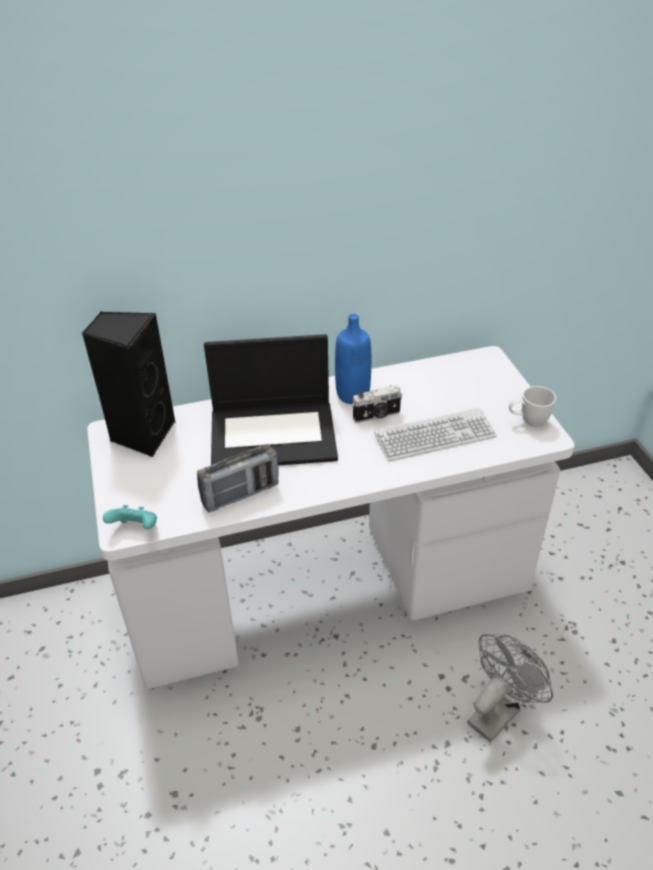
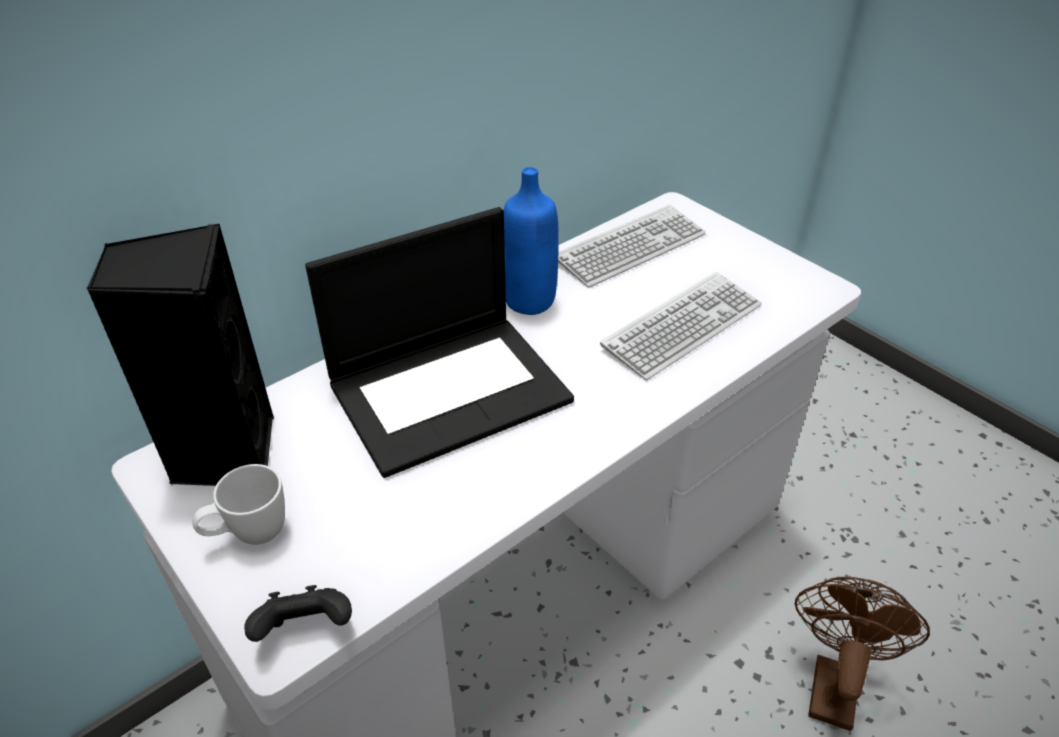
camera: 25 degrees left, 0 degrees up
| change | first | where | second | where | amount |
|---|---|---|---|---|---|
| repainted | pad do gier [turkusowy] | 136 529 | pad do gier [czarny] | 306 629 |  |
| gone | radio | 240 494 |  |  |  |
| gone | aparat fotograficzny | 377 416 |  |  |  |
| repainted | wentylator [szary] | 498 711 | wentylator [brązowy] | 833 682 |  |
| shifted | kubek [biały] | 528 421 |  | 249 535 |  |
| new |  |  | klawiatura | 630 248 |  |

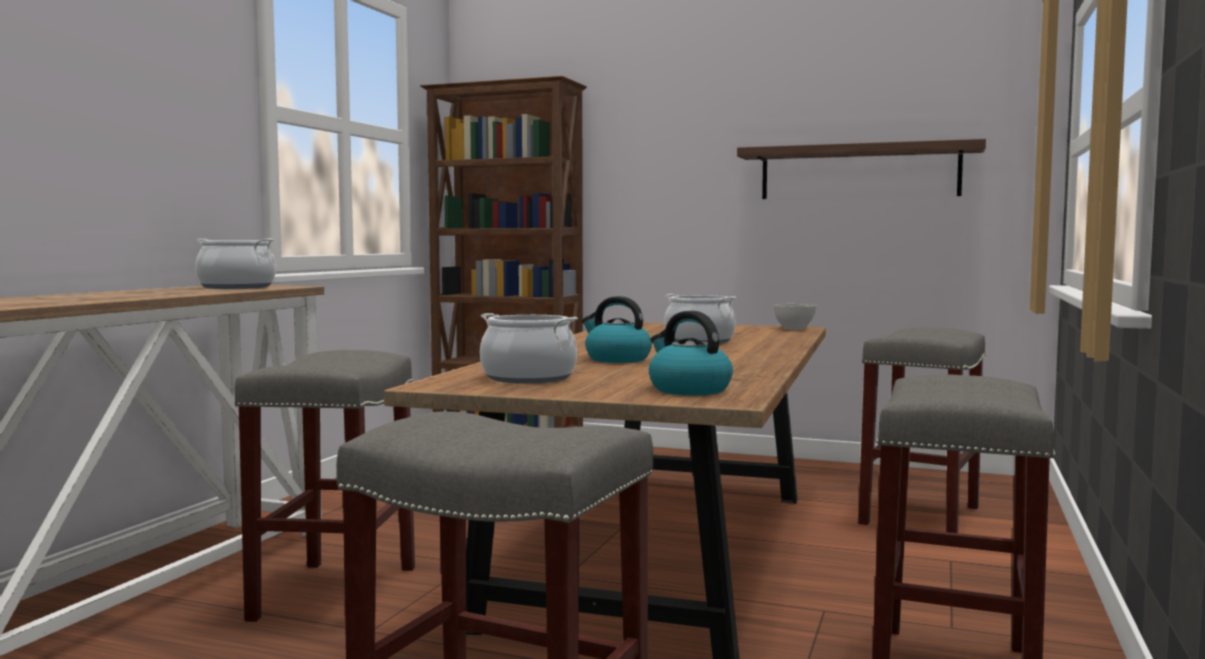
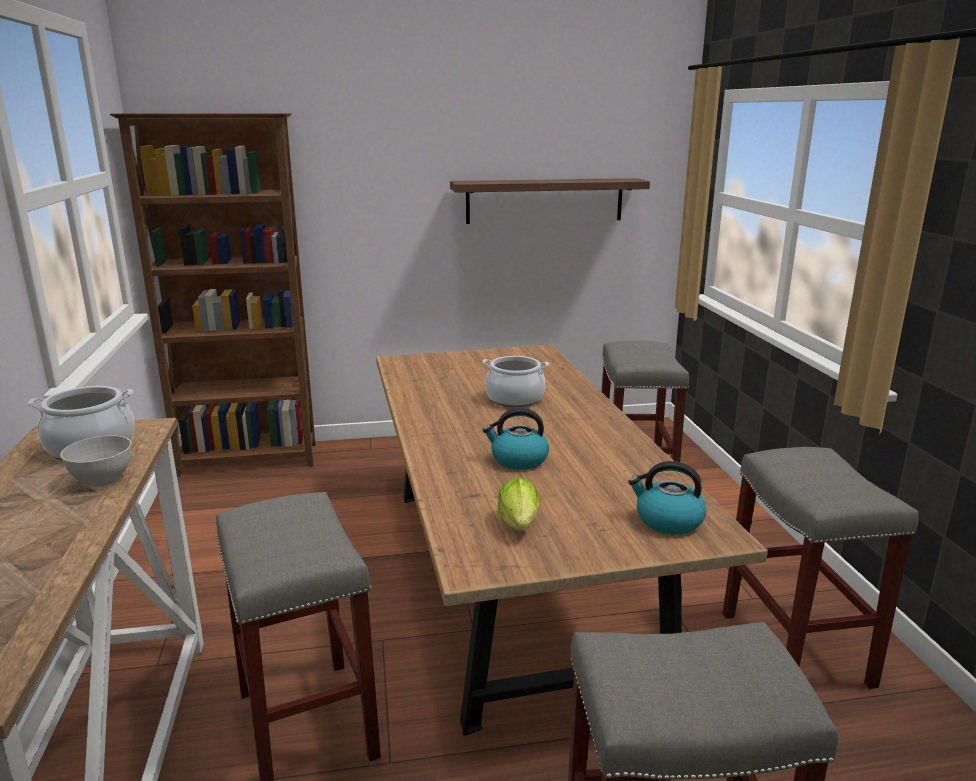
camera: 30 degrees left, 15 degrees up
| change | first | where | second | where | amount |
|---|---|---|---|---|---|
| swapped | garnek | 529 378 | sałata | 519 526 |  |
| shifted | miska [szary] | 794 328 |  | 102 480 |  |

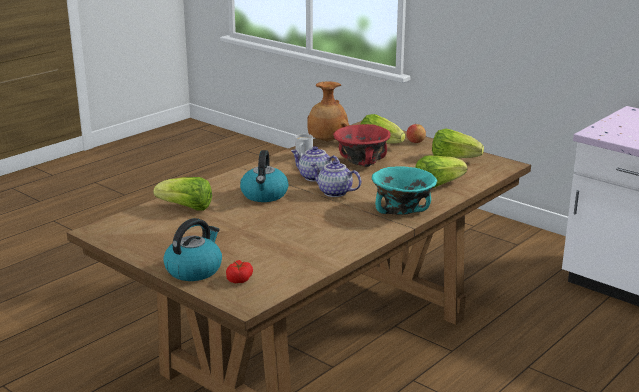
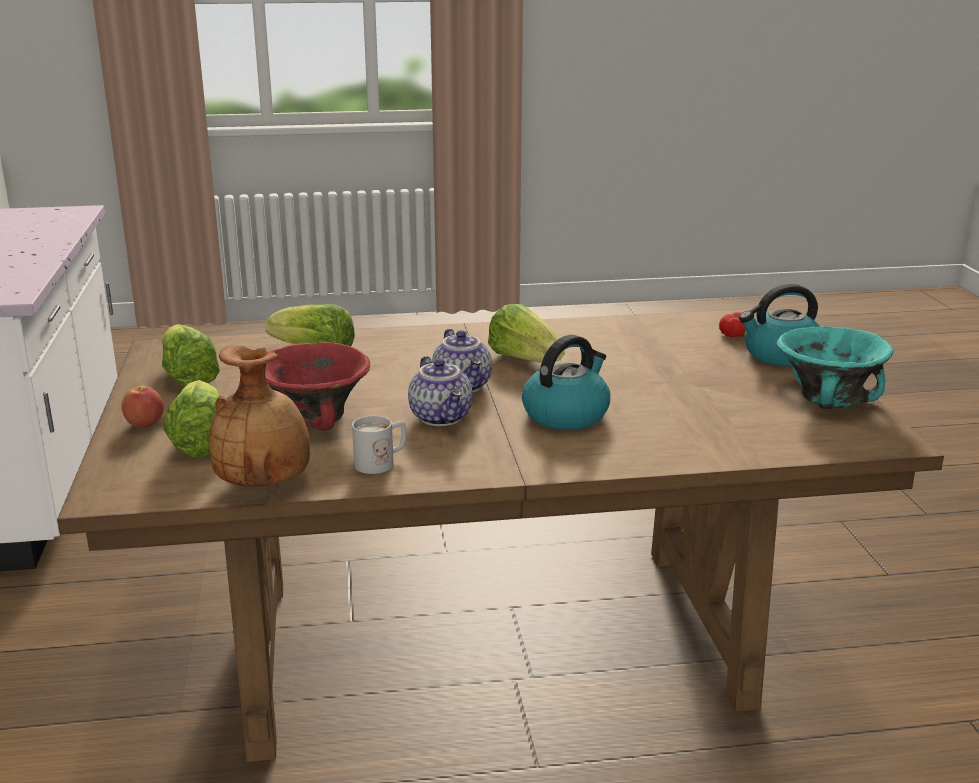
camera: 140 degrees left, 0 degrees up
| change | first | where | second | where | amount |
|---|---|---|---|---|---|
| shifted | sałata | 186 208 |  | 525 360 |  |
| shifted | miska [turkusowy] | 402 210 |  | 828 398 |  |

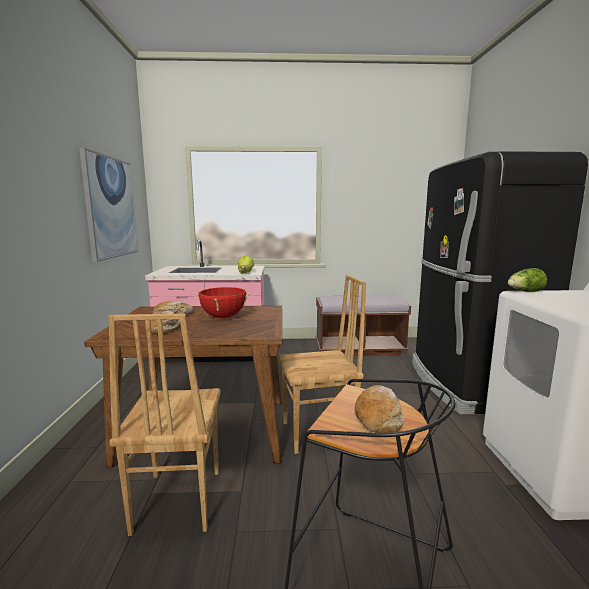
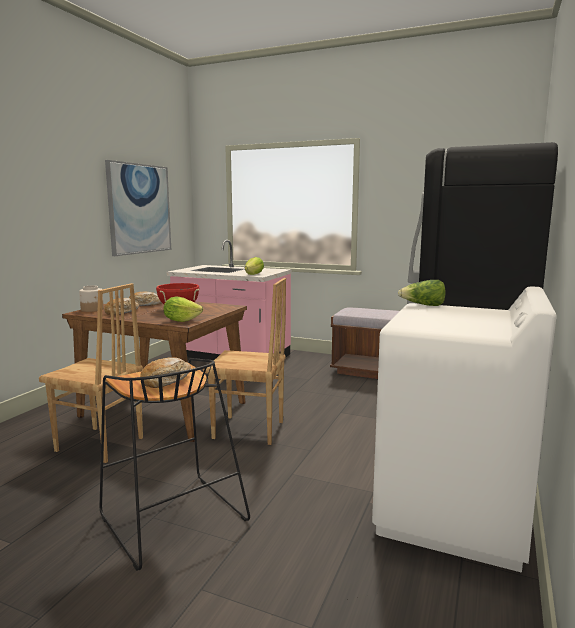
camera: 25 degrees right, 0 degrees up
| change | first | where | second | where | amount |
|---|---|---|---|---|---|
| rotated | krzesło [brązowy] | 176 501 |  | 99 445 | 90 degrees counterclockwise |
| new |  |  | słoik | 92 309 |  |
| new |  |  | sałata | 181 320 |  |

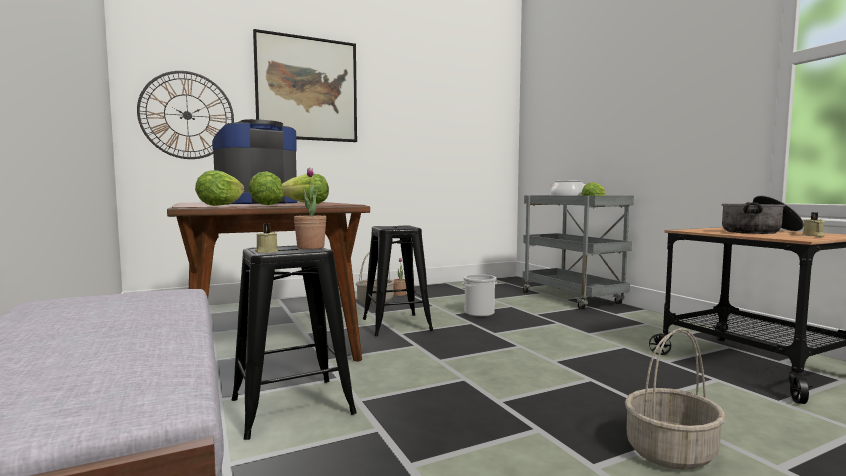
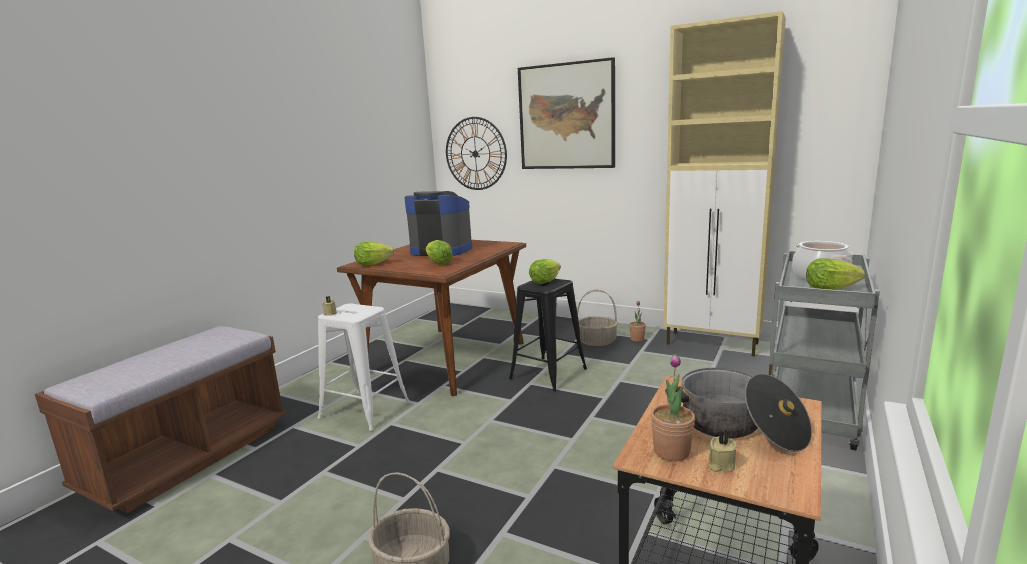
camera: 55 degrees right, 10 degrees up
| change | first | where | second | where | amount |
|---|---|---|---|---|---|
| repainted | stołek [czarny] | 293 406 | stołek [biały] | 365 410 |  |
| shifted | sałata | 267 205 |  | 544 281 |  |
| shifted | roślina doniczkowa | 310 248 |  | 671 452 |  |
| gone | wiadro | 479 313 |  |  |  |
| new |  |  | szafka [beżowy] | 713 344 |  |

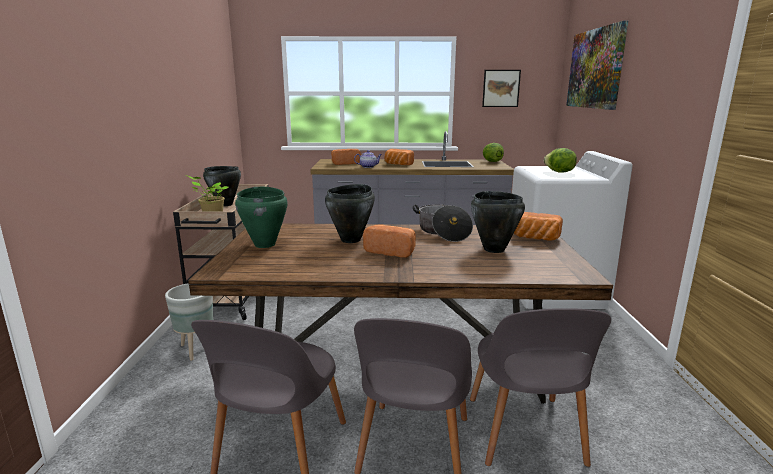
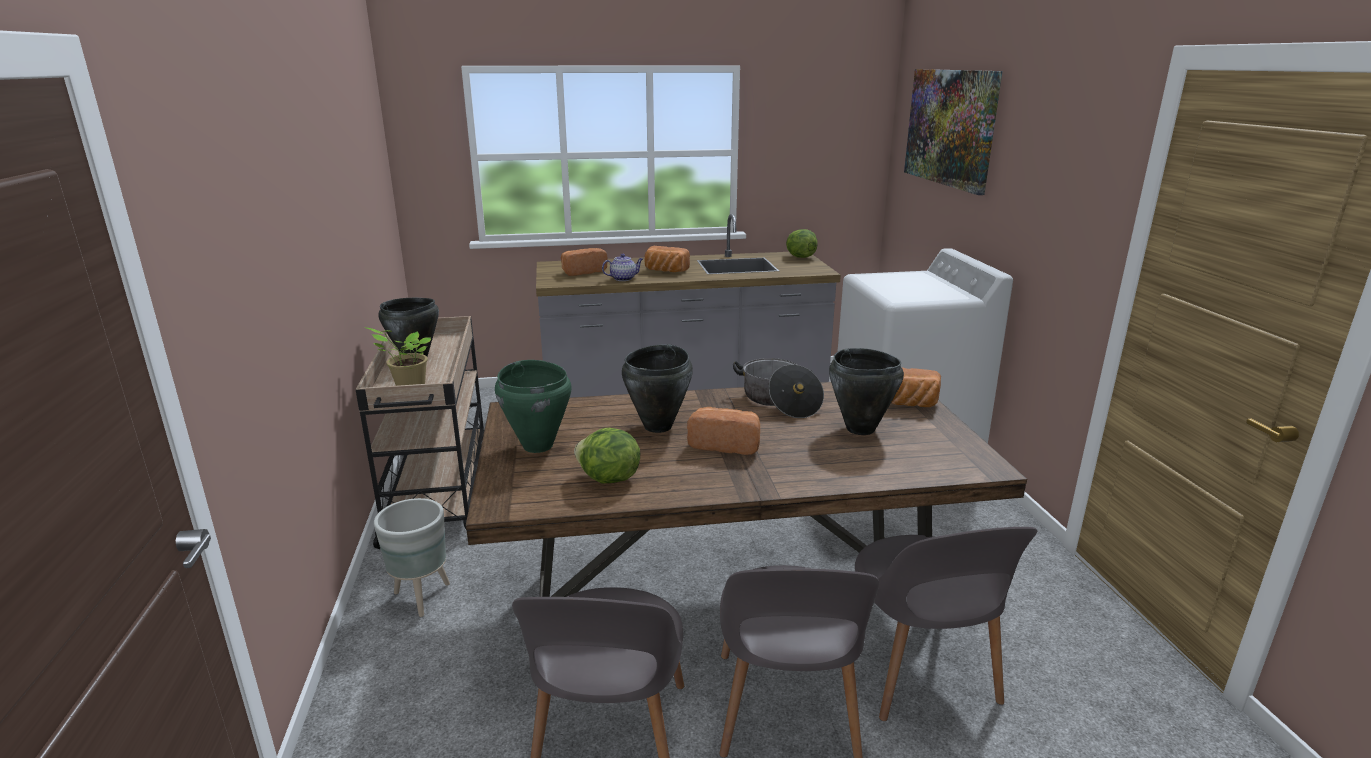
camera: 10 degrees left, 5 degrees up
| change | first | where | second | where | amount |
|---|---|---|---|---|---|
| gone | obraz | 501 88 |  |  |  |
| shifted | sałata | 559 172 |  | 608 479 |  |

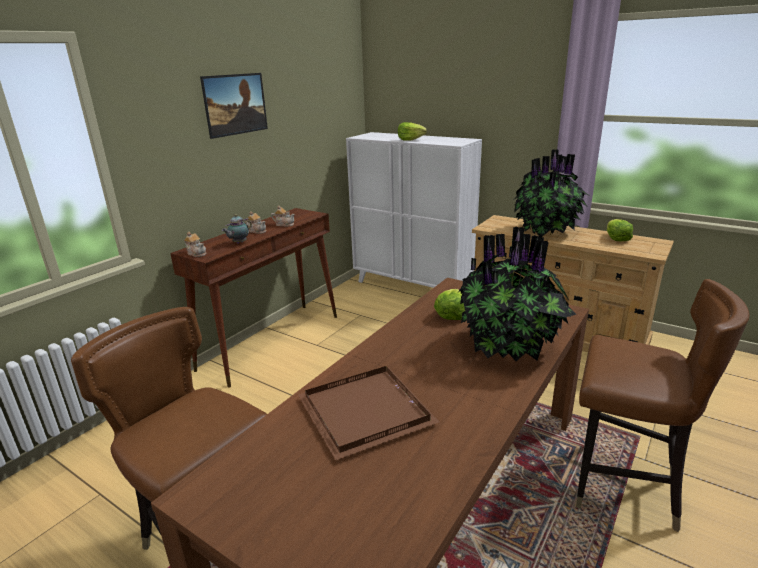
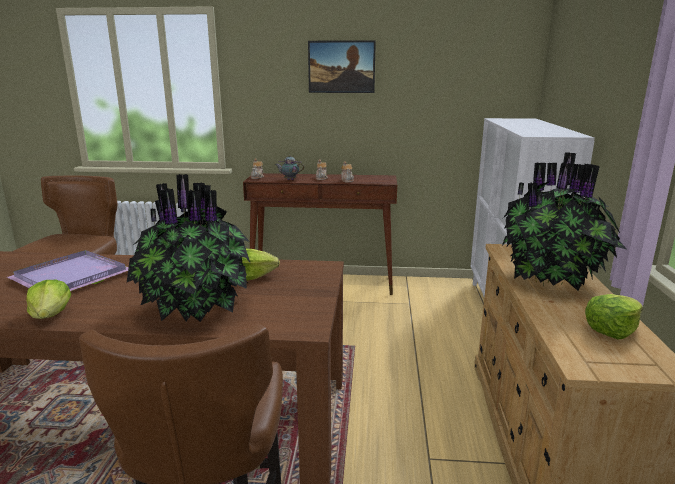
camera: 60 degrees right, 5 degrees down
| change | first | where | second | where | amount |
|---|---|---|---|---|---|
| repainted | taca [brązowy] | 368 412 | taca [fioletowy] | 71 277 |  |
| shifted | sałata | 410 140 |  | 51 315 |  |

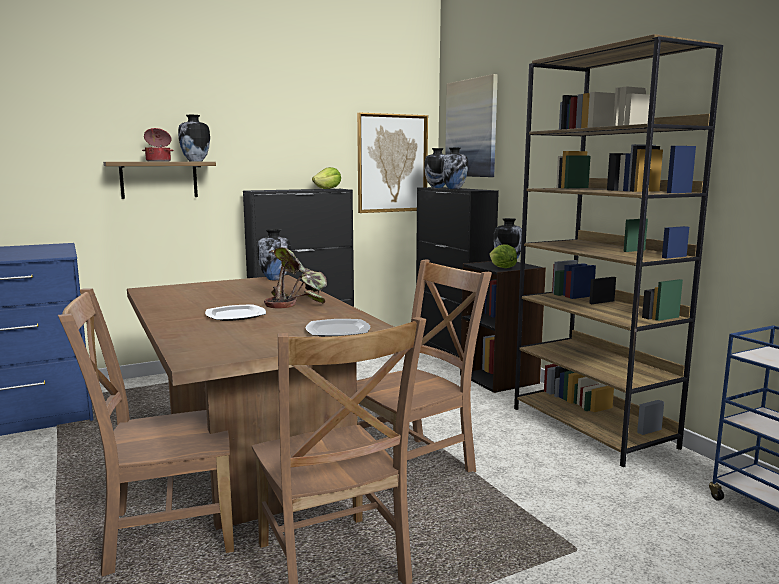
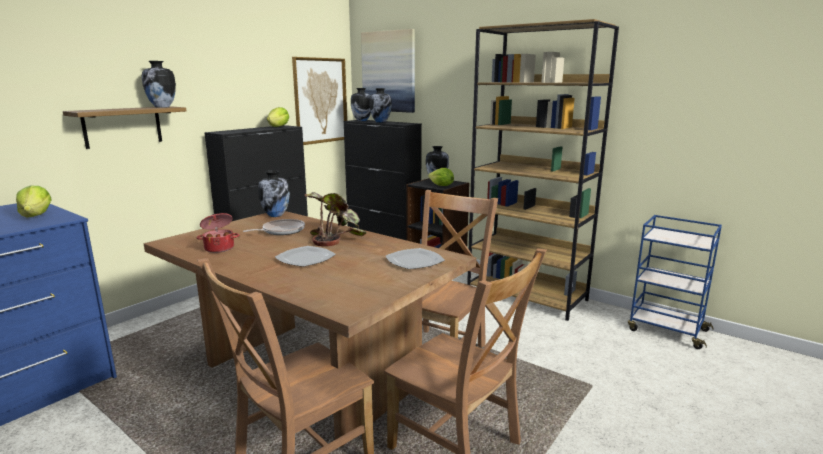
camera: 25 degrees left, 5 degrees up
| change | first | where | second | where | amount |
|---|---|---|---|---|---|
| shifted | garnek | 159 161 |  | 219 248 |  |
| new |  |  | sałata | 36 215 |  |
| new |  |  | patelnia | 281 231 |  |

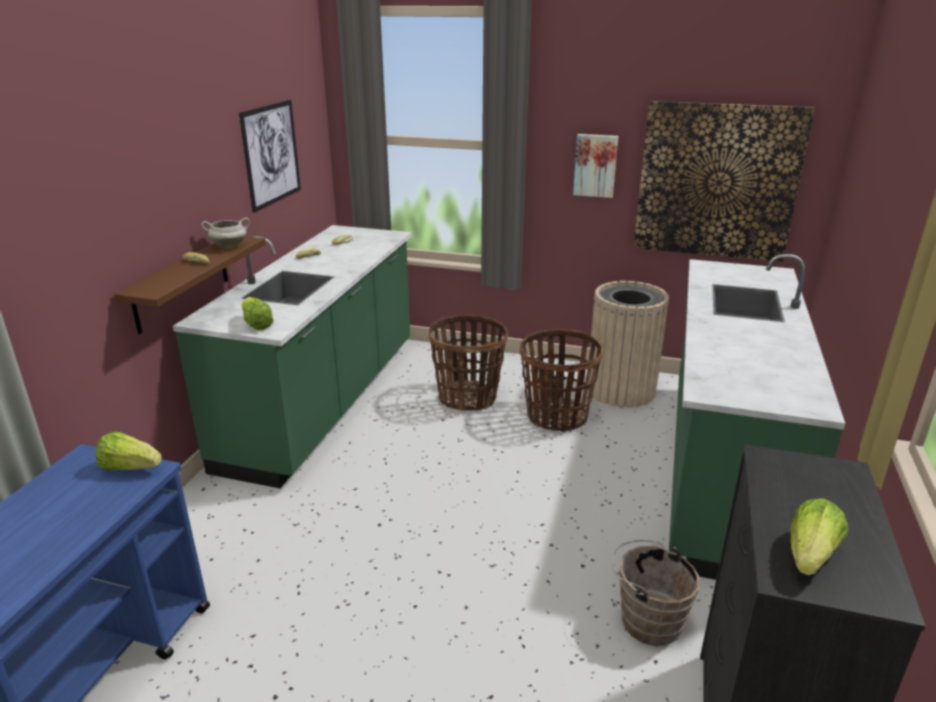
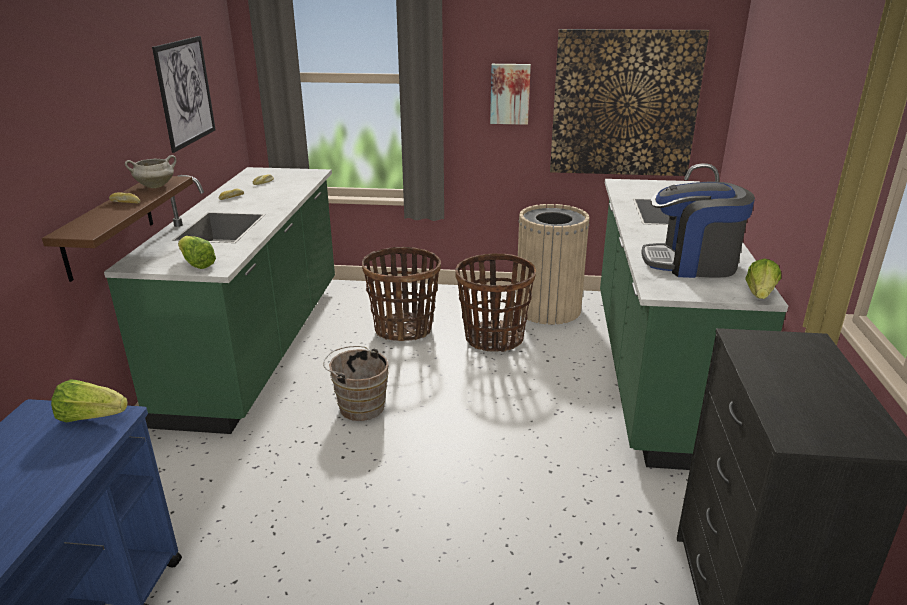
camera: 10 degrees left, 0 degrees up
| change | first | where | second | where | amount |
|---|---|---|---|---|---|
| shifted | wiadro [brązowy] | 646 619 |  | 359 406 |  |
| shifted | sałata | 810 555 |  | 760 294 |  |
| new |  |  | ekspres do kawy | 691 263 |  |

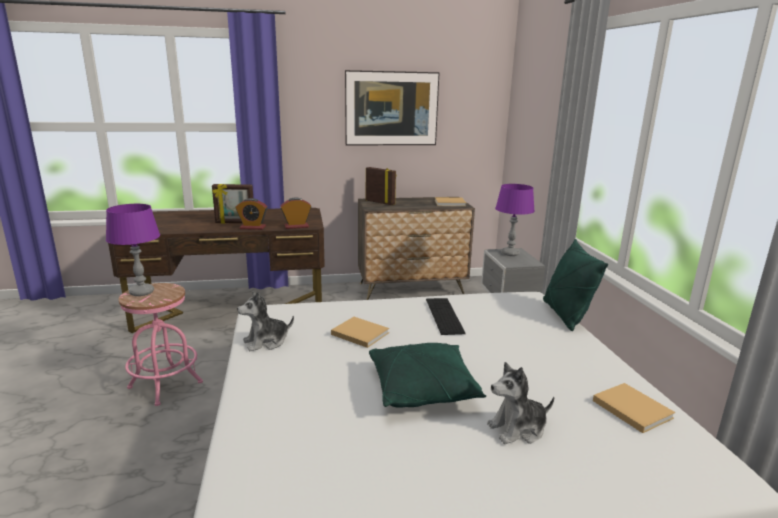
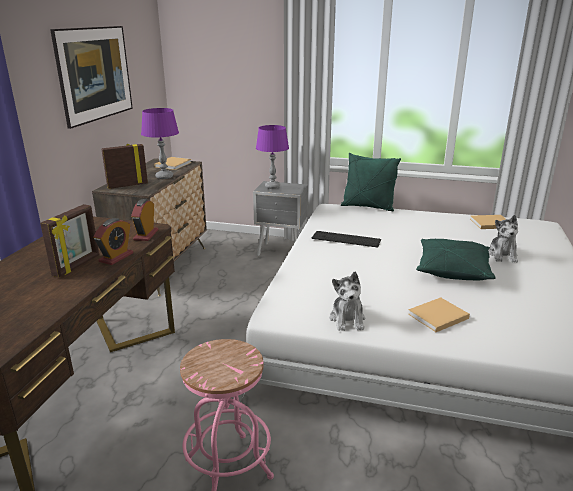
camera: 65 degrees left, 5 degrees up
| change | first | where | second | where | amount |
|---|---|---|---|---|---|
| shifted | lampa stołowa [fioletowy] | 142 292 |  | 164 176 |  |
| shifted | książka [beżowy] | 358 333 |  | 436 317 |  |

